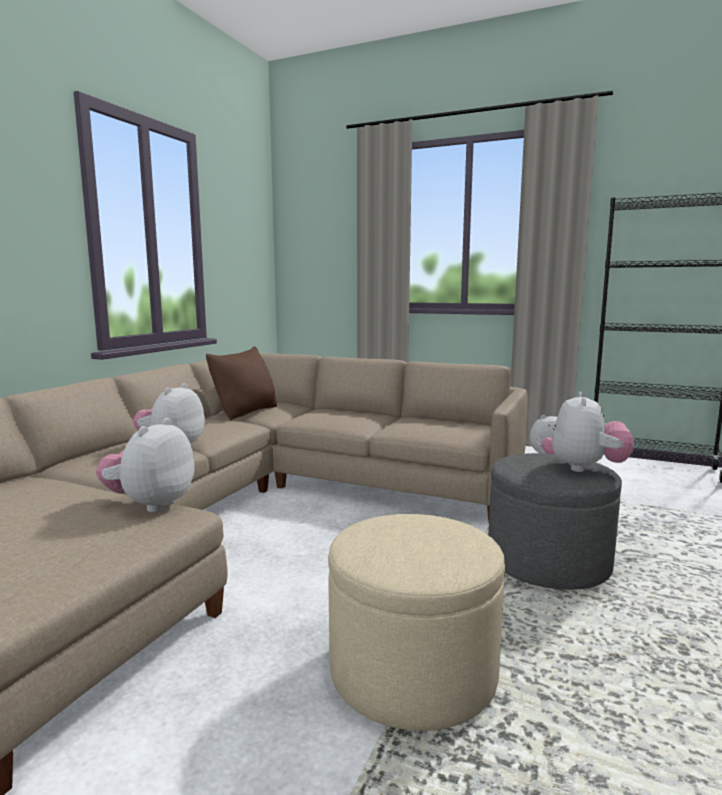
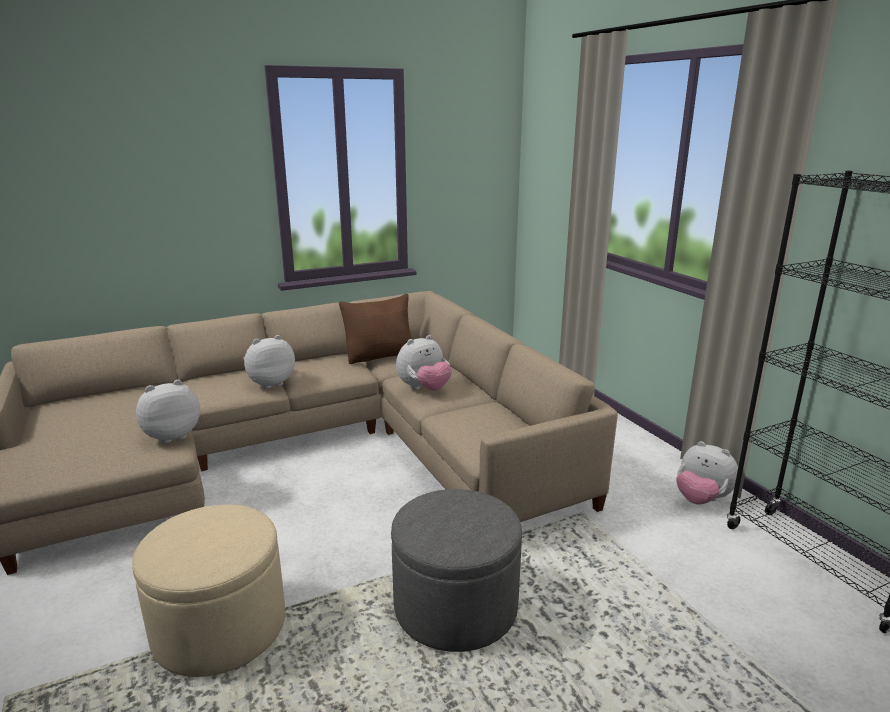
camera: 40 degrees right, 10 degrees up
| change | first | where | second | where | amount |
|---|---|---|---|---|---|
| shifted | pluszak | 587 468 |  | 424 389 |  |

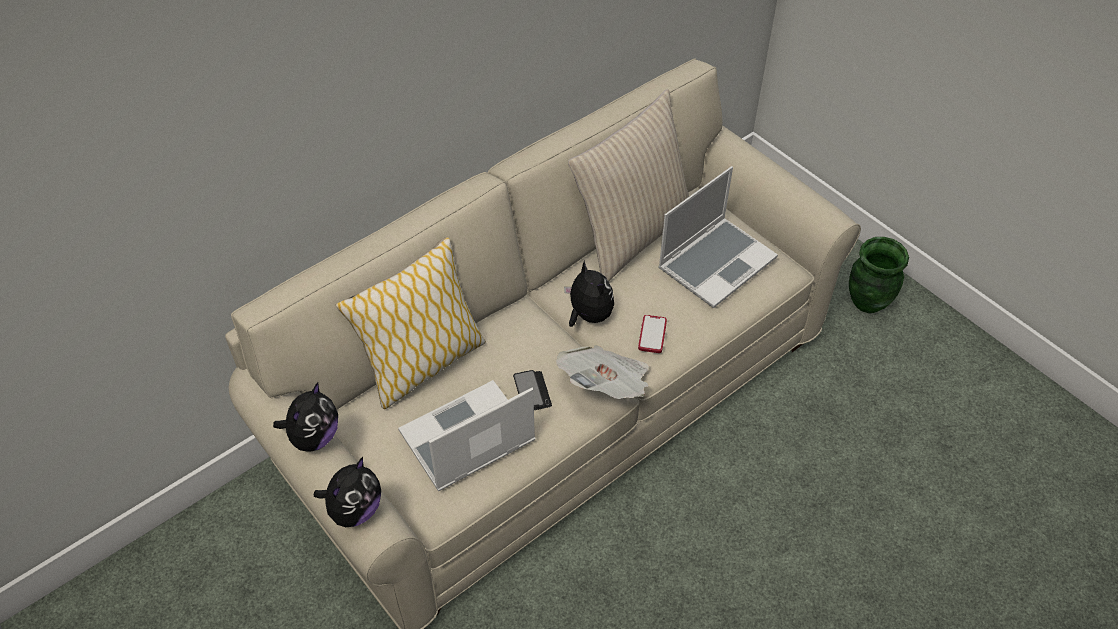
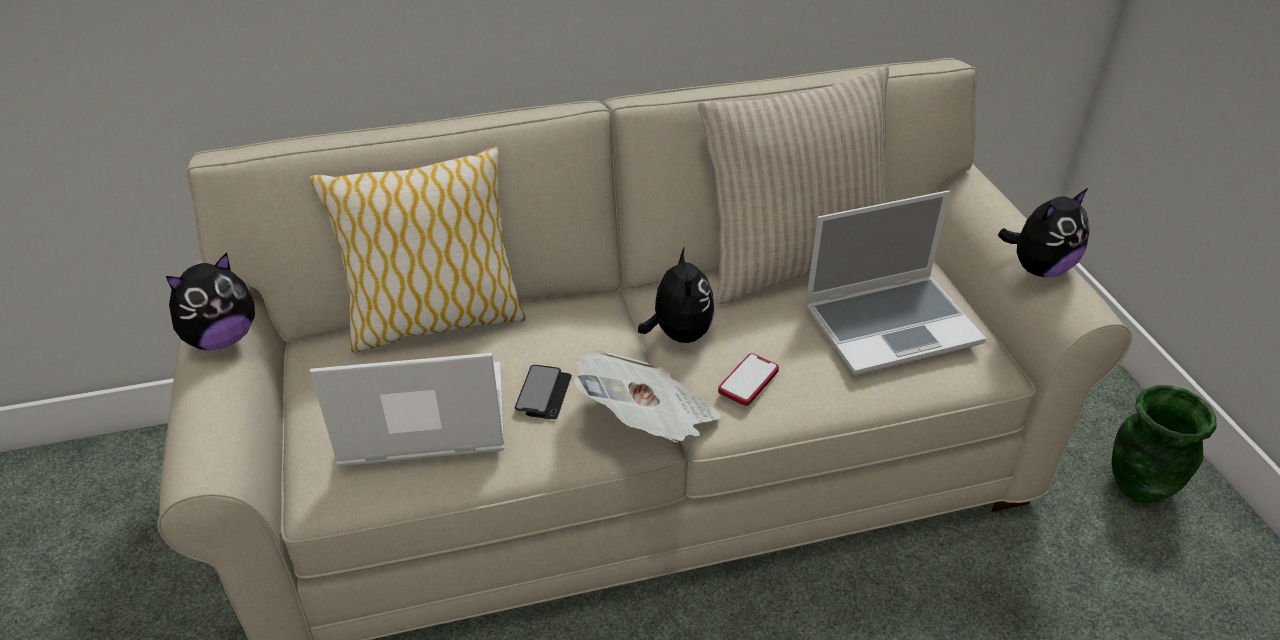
camera: 25 degrees right, 10 degrees down
| change | first | where | second | where | amount |
|---|---|---|---|---|---|
| shifted | pluszak | 354 510 |  | 1038 268 |  |

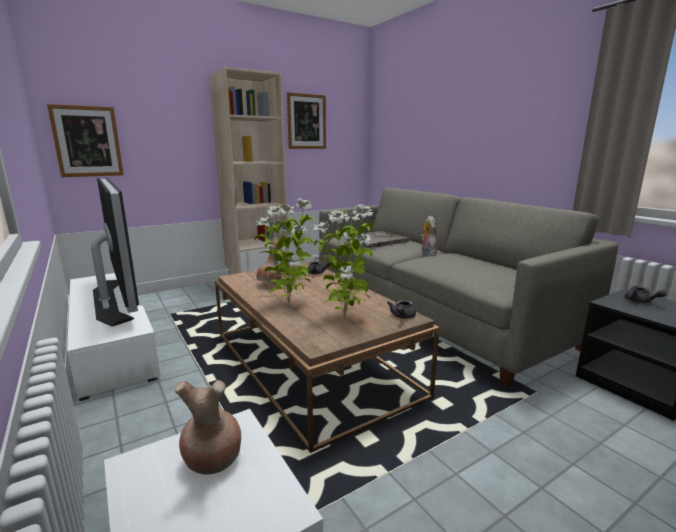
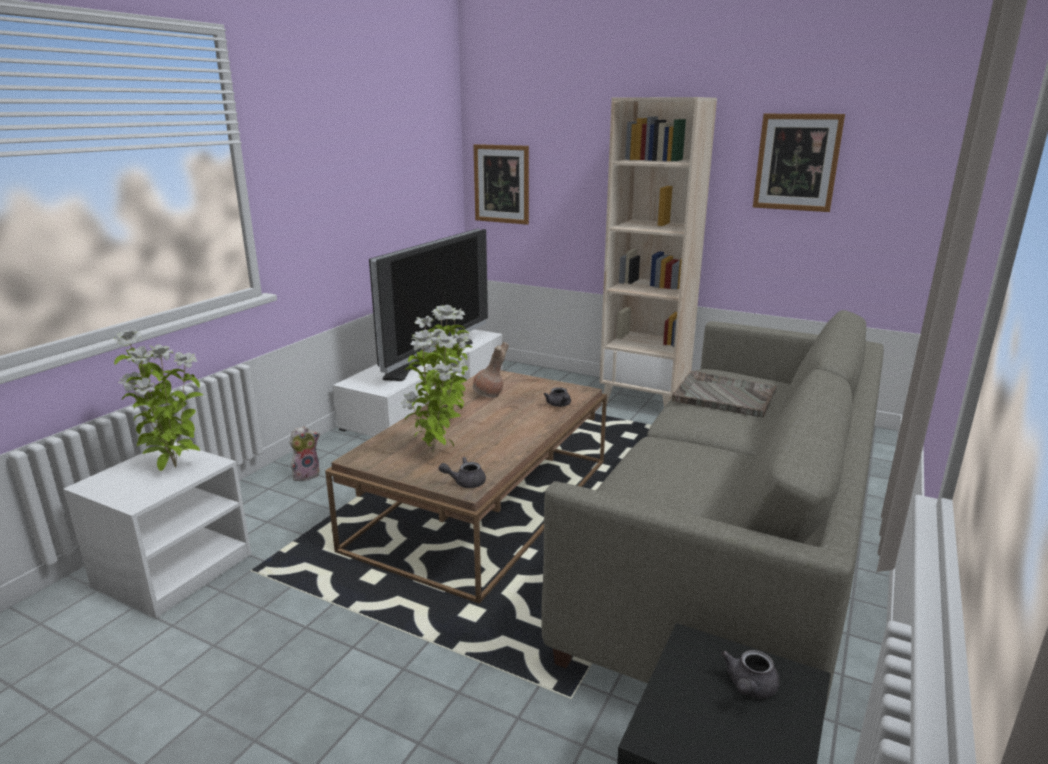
camera: 60 degrees right, 5 degrees up
| change | first | where | second | where | amount |
|---|---|---|---|---|---|
| swapped | wazon [brązowy] | 211 461 | roślina doniczkowa | 174 468 |  |
| shifted | pluszak | 427 253 |  | 306 474 |  |

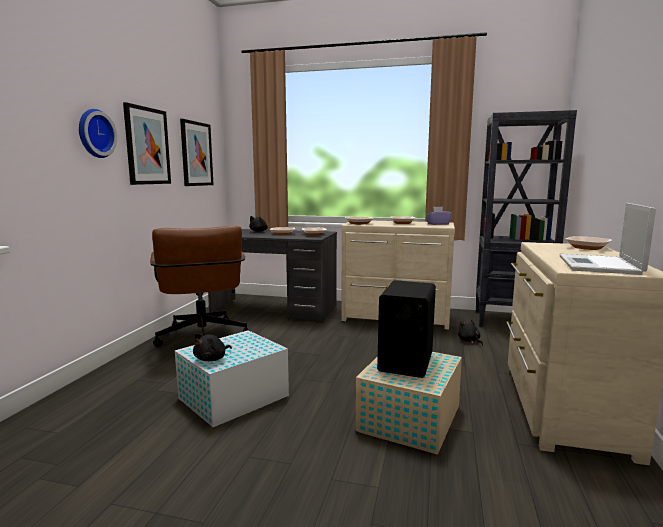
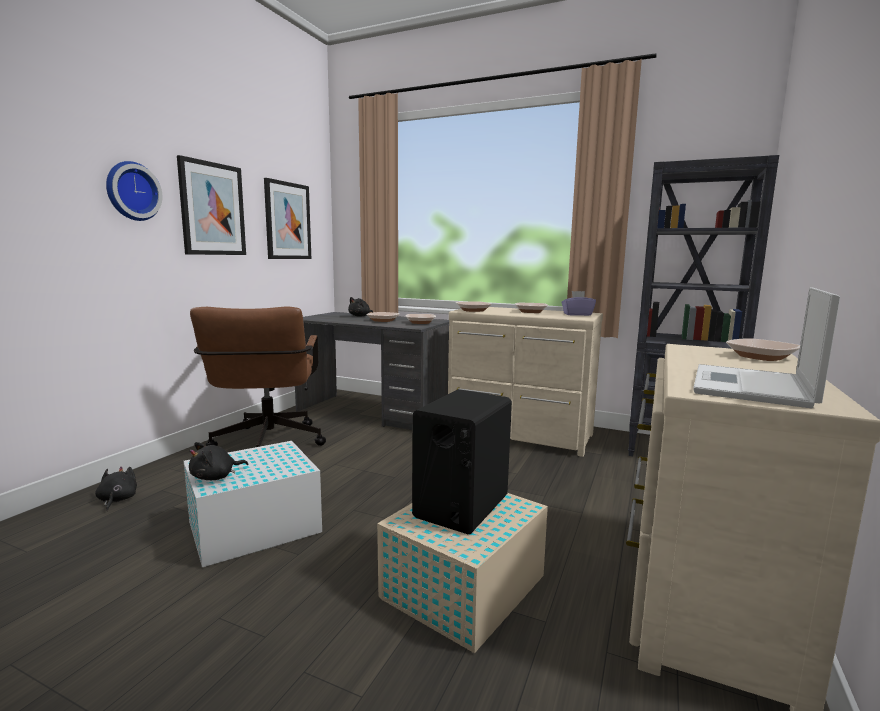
camera: 10 degrees right, 0 degrees up
| change | first | where | second | where | amount |
|---|---|---|---|---|---|
| shifted | pluszak [czarny] | 469 341 |  | 117 500 |  |

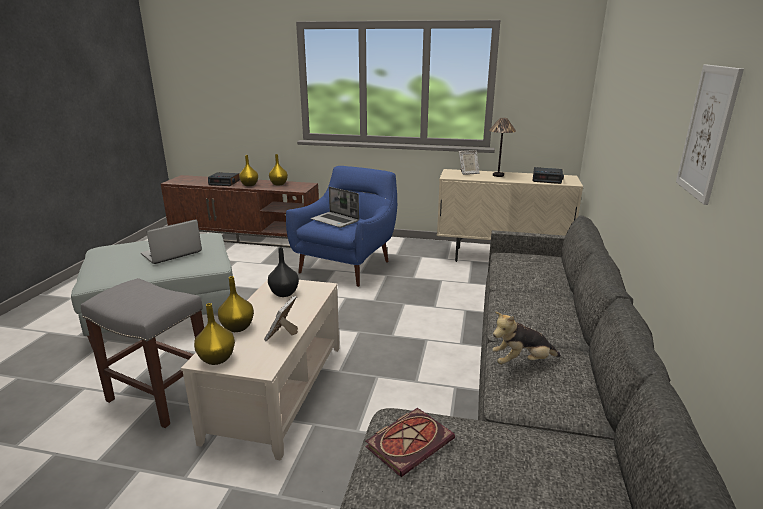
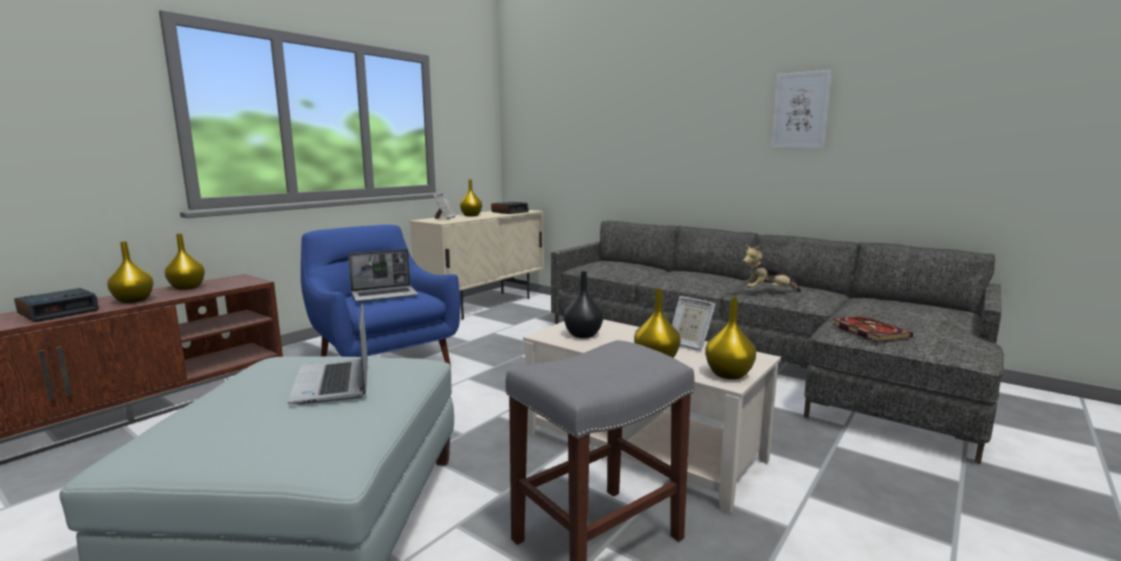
camera: 65 degrees left, 10 degrees down
| change | first | where | second | where | amount |
|---|---|---|---|---|---|
| swapped | lampa stołowa | 498 175 | wazon [żółty] | 471 215 |  |
| rotated | pluszak | 522 362 |  | 768 292 | 75 degrees clockwise |

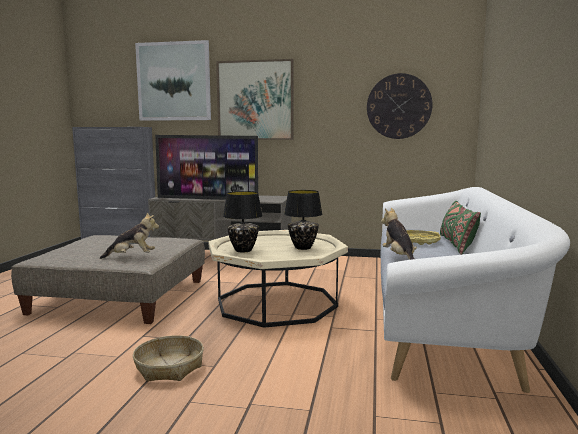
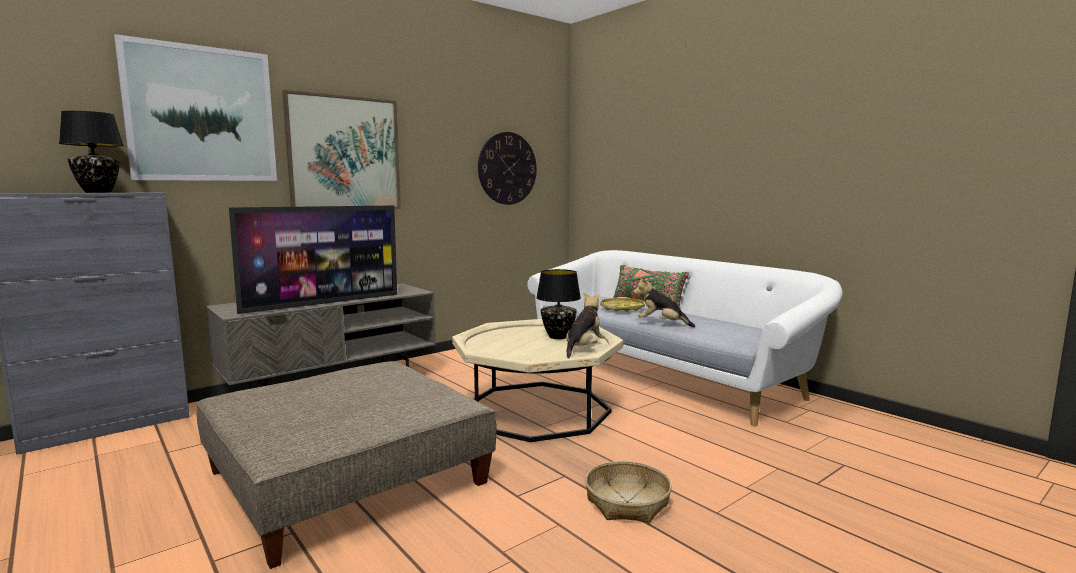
camera: 50 degrees left, 0 degrees up
| change | first | where | second | where | amount |
|---|---|---|---|---|---|
| shifted | pluszak | 132 257 |  | 583 348 |  |
| shifted | lampa stołowa [czarny] | 243 250 |  | 97 192 |  |

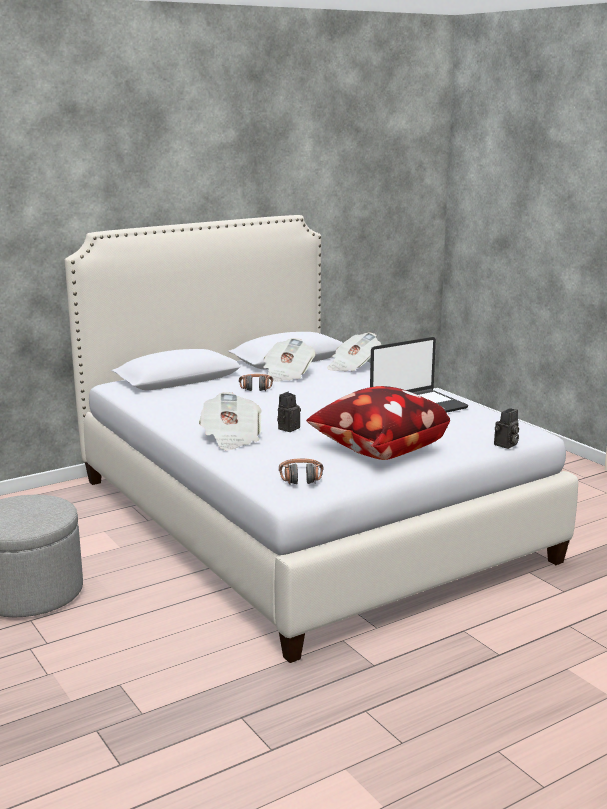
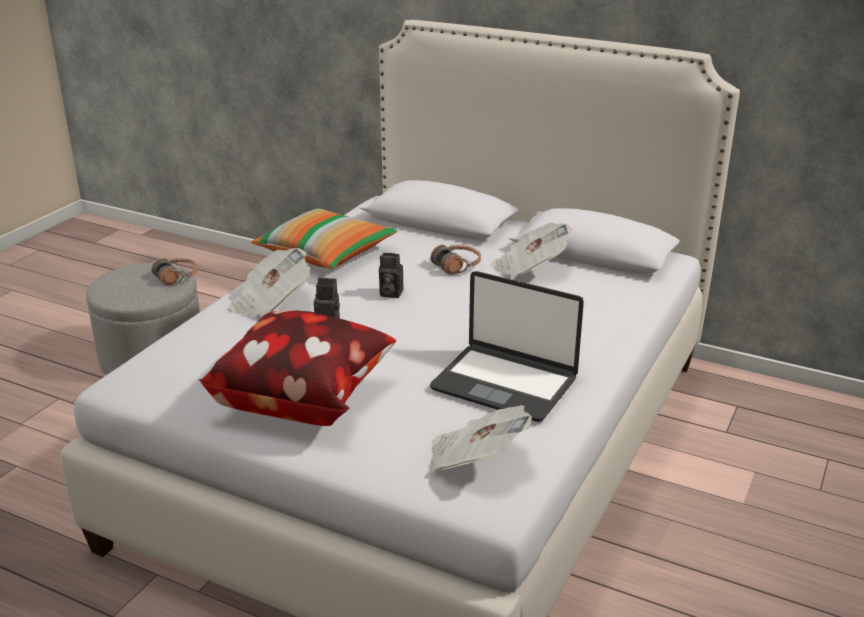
camera: 60 degrees right, 10 degrees up
| change | first | where | second | where | amount |
|---|---|---|---|---|---|
| shifted | słuchawki | 301 478 |  | 177 277 |  |
| shifted | gazeta | 352 366 |  | 475 460 |  |
| shifted | aparat fotograficzny | 506 445 |  | 389 293 |  |
| new |  |  | poduszka | 326 254 |  |

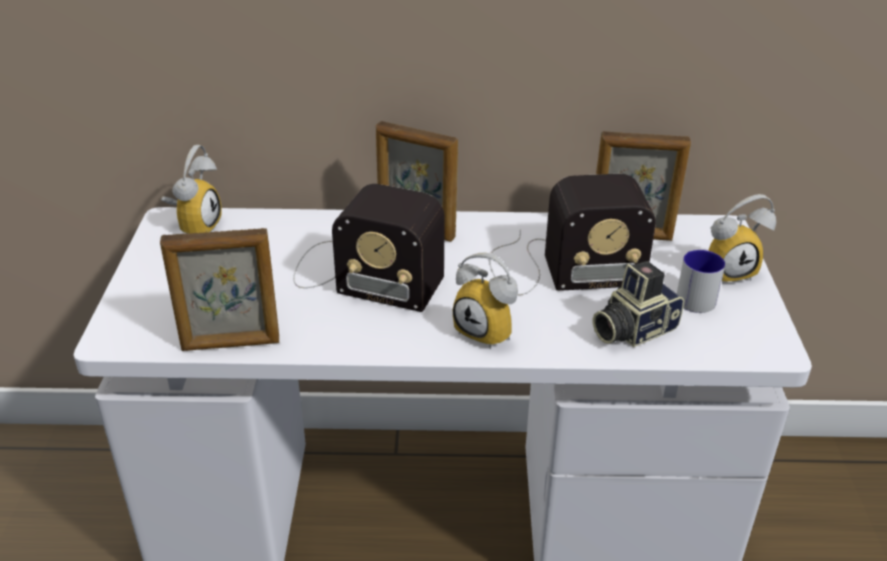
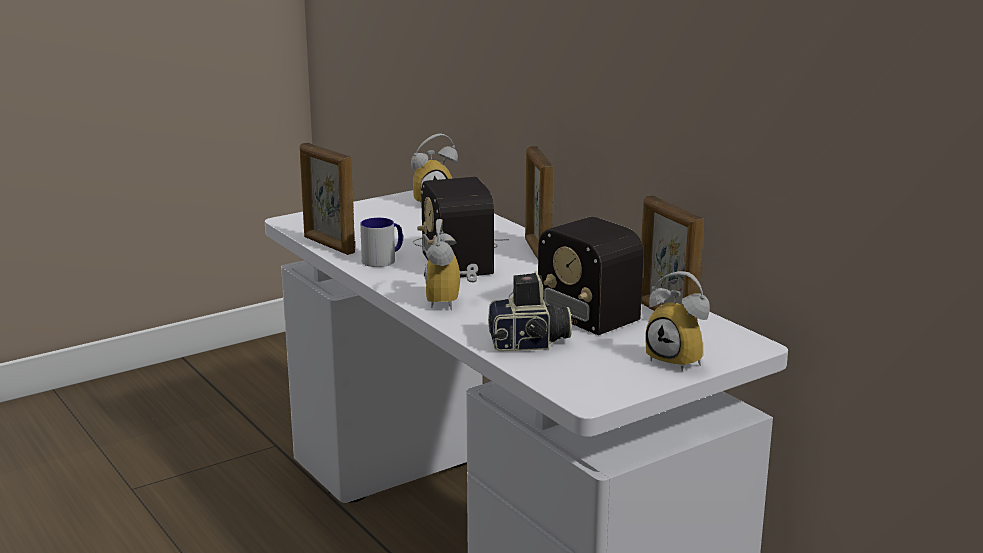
camera: 55 degrees right, 15 degrees down
| change | first | where | second | where | amount |
|---|---|---|---|---|---|
| rotated | aparat fotograficzny | 632 329 |  | 529 344 | 150 degrees clockwise |
| shifted | kubek | 693 296 |  | 383 259 |  |

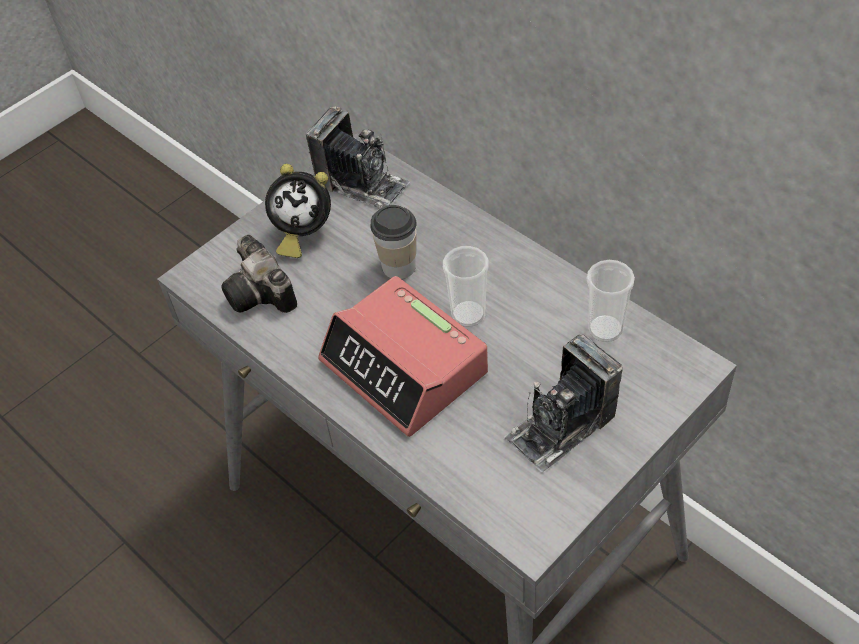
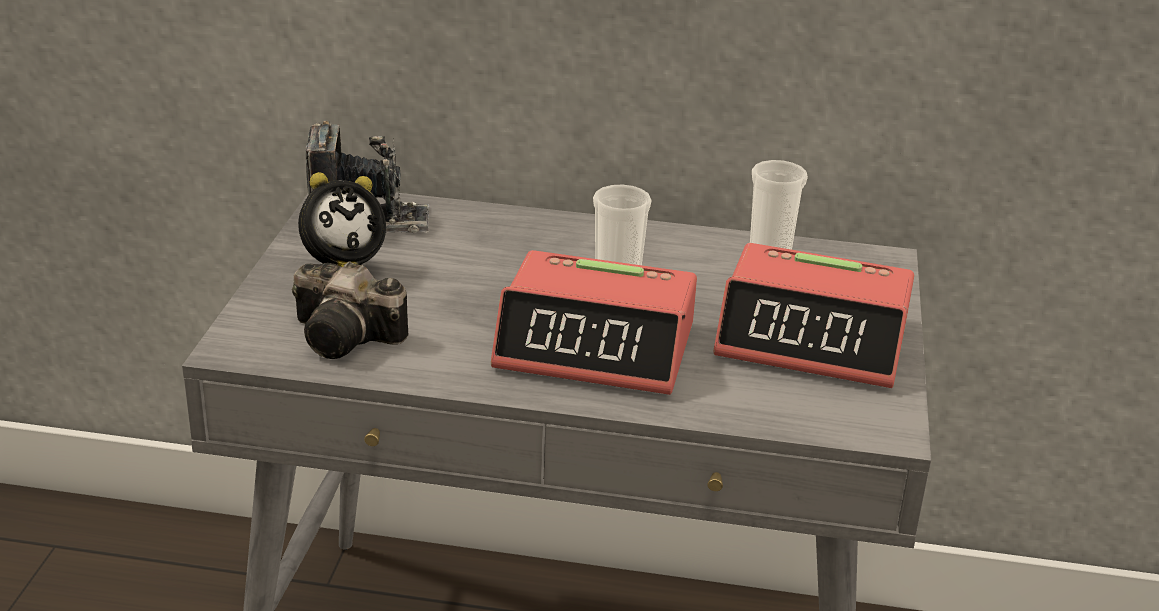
camera: 40 degrees left, 20 degrees down
| change | first | where | second | where | amount |
|---|---|---|---|---|---|
| gone | filiżanka | 399 266 |  |  |  |
| swapped | aparat fotograficzny | 561 426 | budzik | 813 338 |  |

